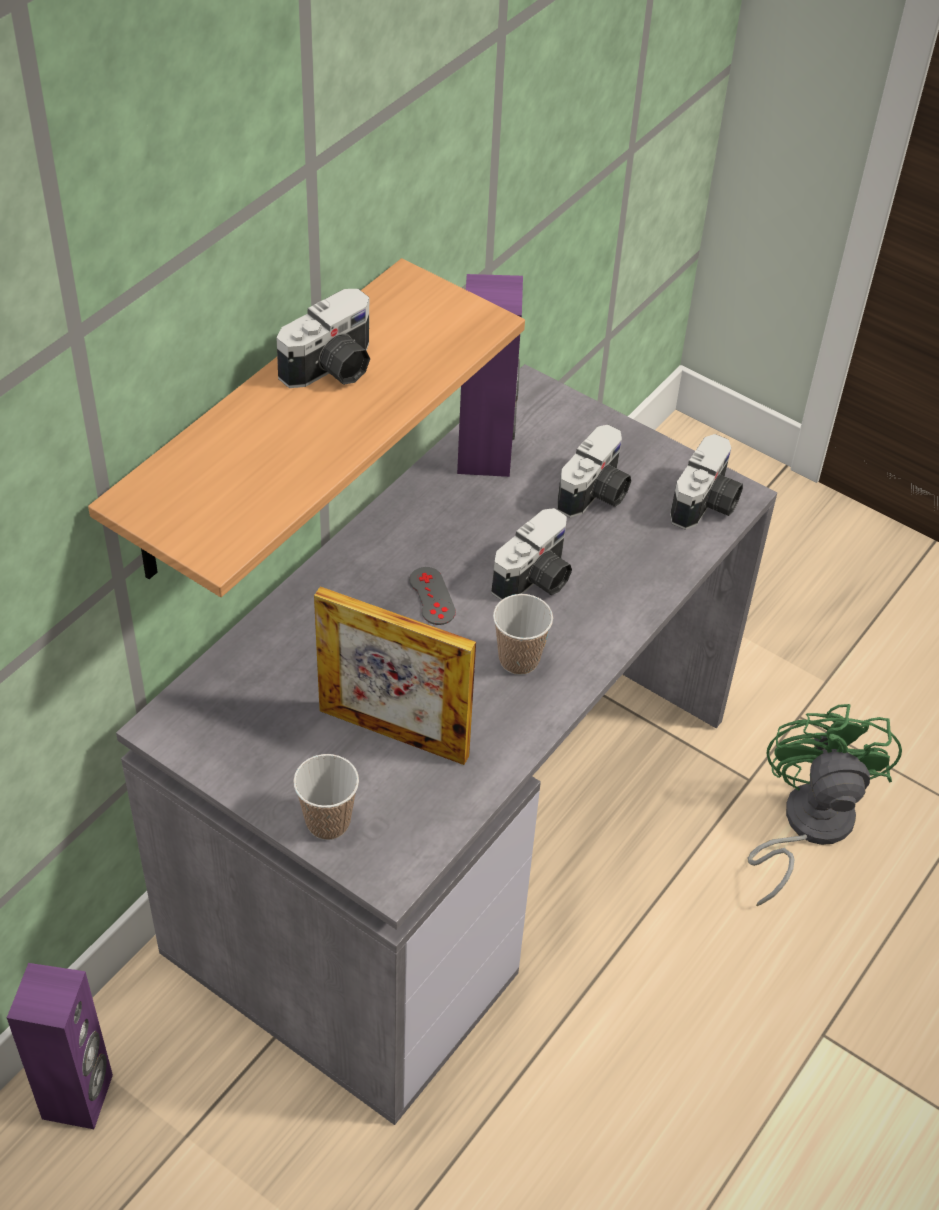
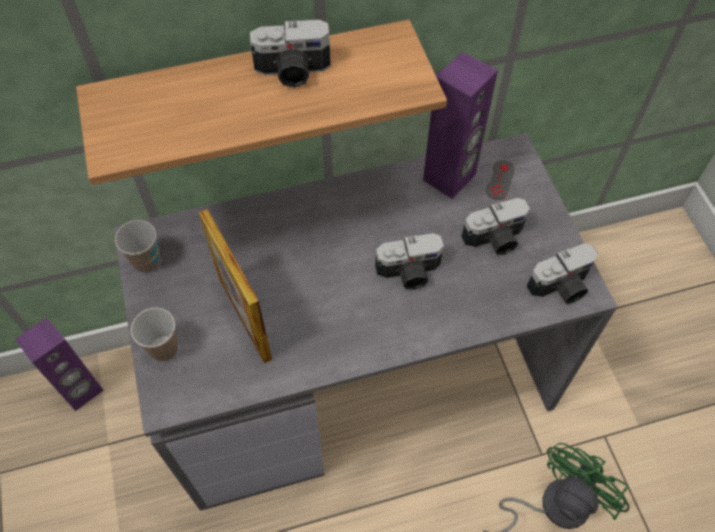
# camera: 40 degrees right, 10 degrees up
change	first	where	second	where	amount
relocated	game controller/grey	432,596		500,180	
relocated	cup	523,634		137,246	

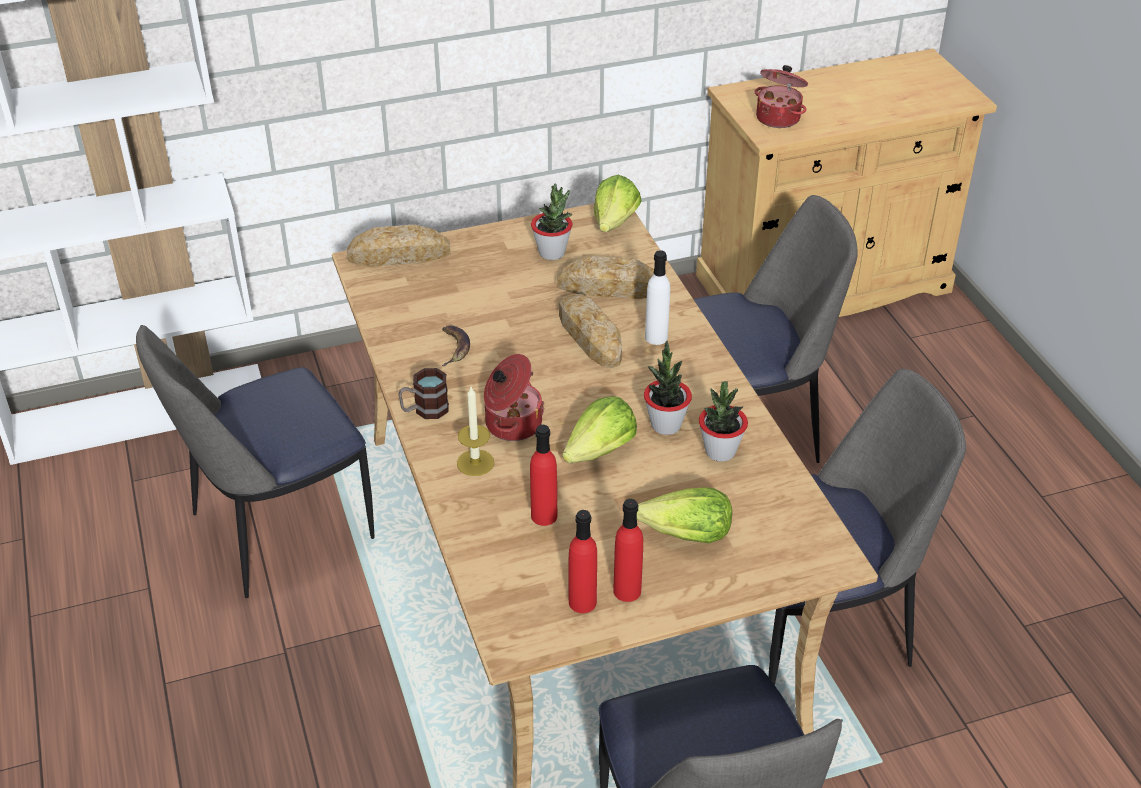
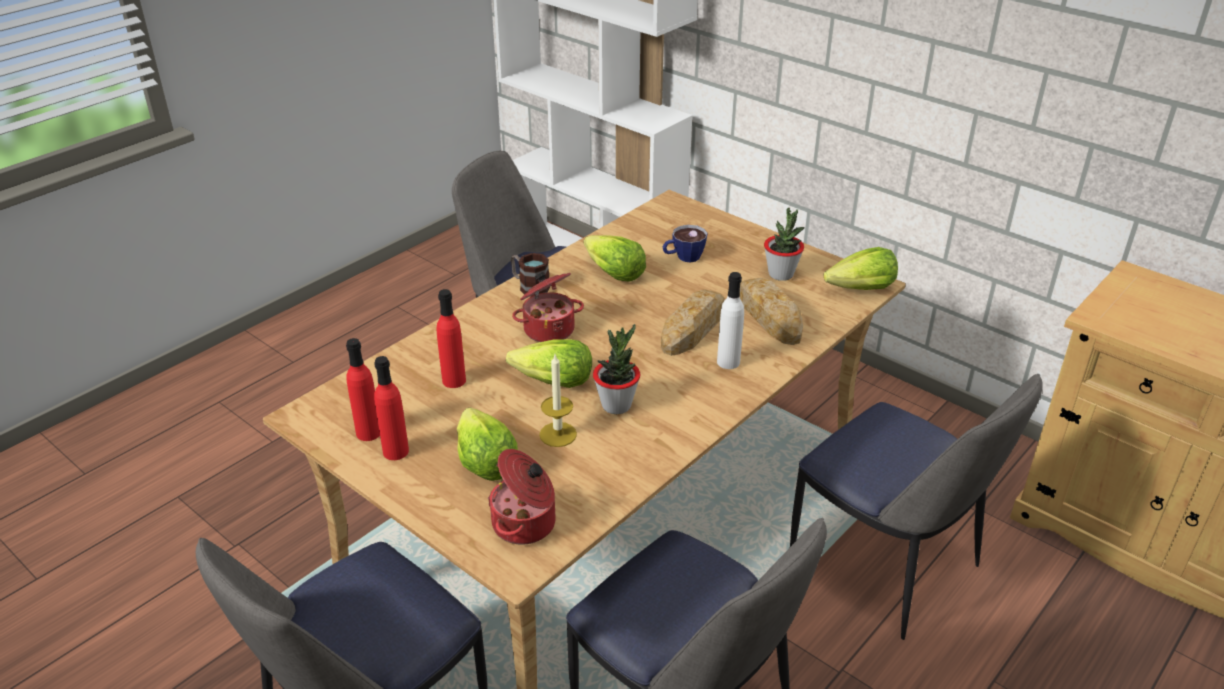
# camera: 60 degrees right, 5 degrees down
change	first	where	second	where	amount
missing	bread	399,245			
exchanged	banana	456,346	lettuce	615,258	
relocated	candle	475,431		558,401	
missing	potted plant	723,421			
relocated	cooking pot	781,96		522,497	
appeared			cup	685,243	

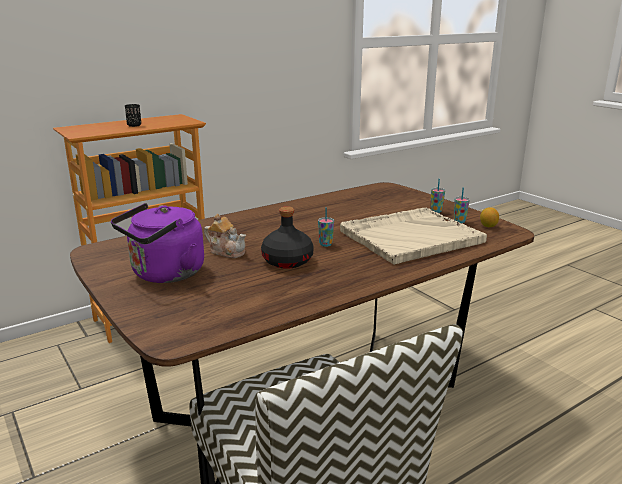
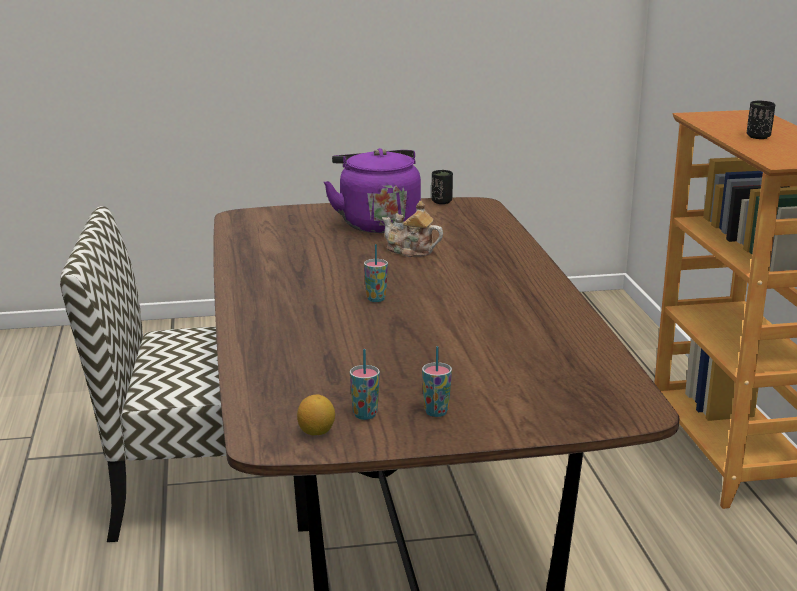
# camera: 115 degrees right, 0 degrees up
change	first	where	second	where	amount
spun	teapot	225,236		412,229	60 degrees clockwise
missing	bottle/black	287,237			
missing	tray/beige	413,236			
appeared			cup/black	442,187	

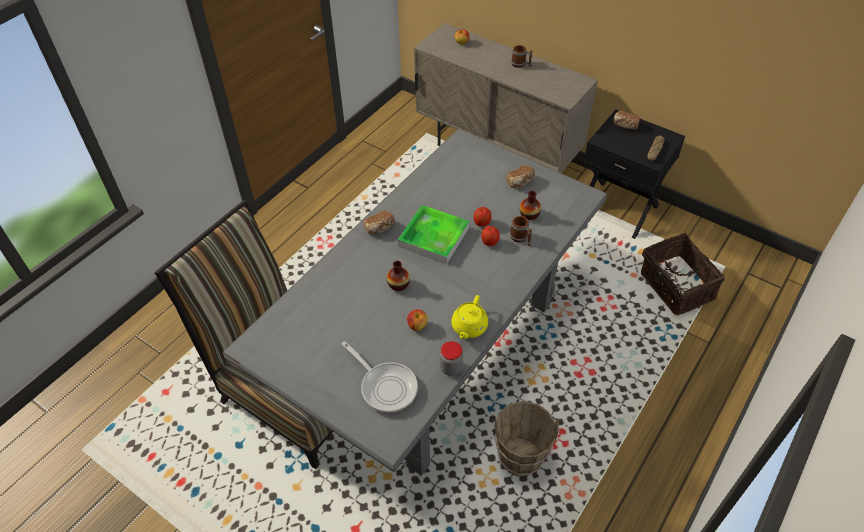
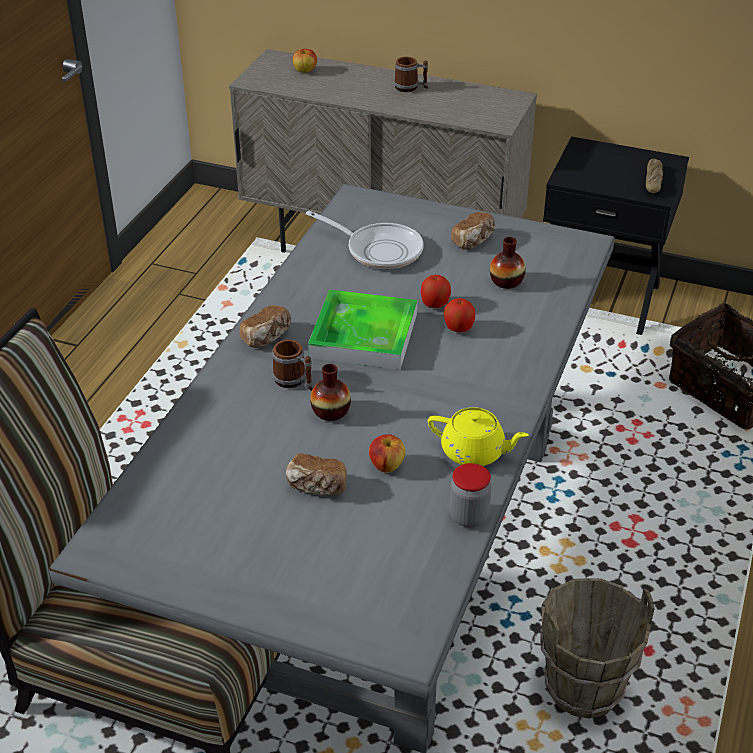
# camera: 15 degrees left, 10 degrees down
change	first	where	second	where	amount
relocated	frying pan	380,377		365,240	
spun	teapot/yellow	469,317		478,436	75 degrees counterclockwise
relocated	mug	521,231		292,365	
relocated	bread	627,119		316,474	

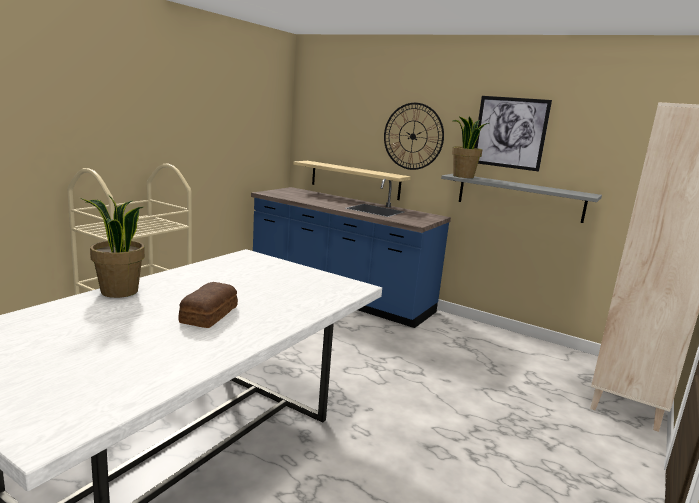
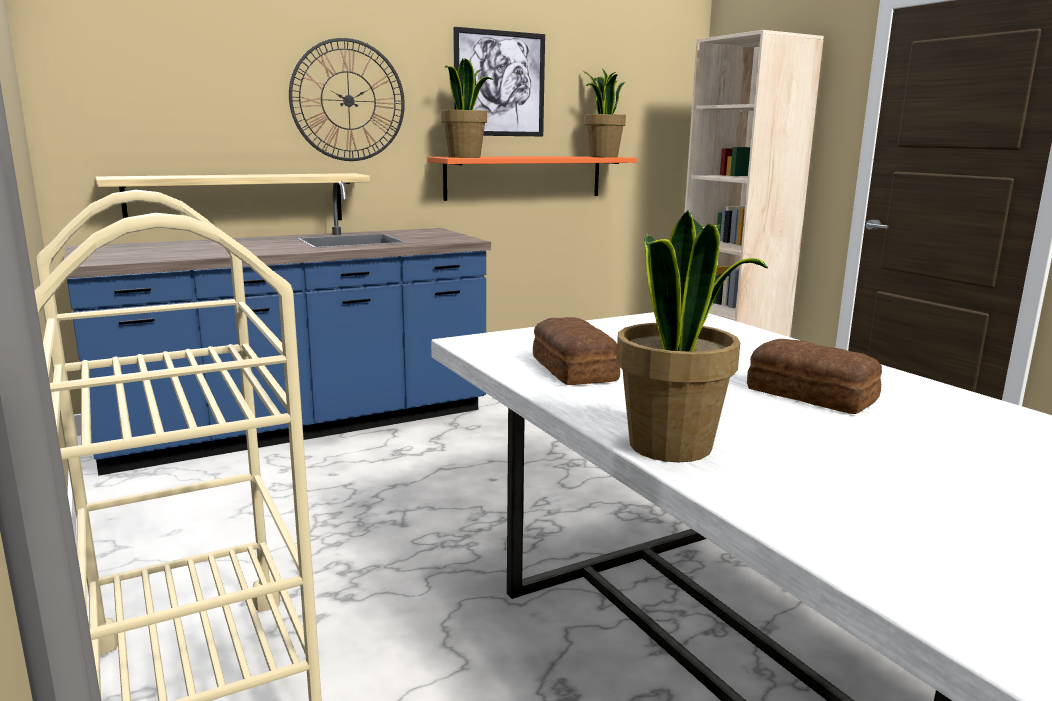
# camera: 60 degrees left, 0 degrees up
change	first	where	second	where	amount
colour	shelf/grey	521,198	shelf/orange	532,178	
appeared			bread	576,351	
appeared			potted plant	604,112	

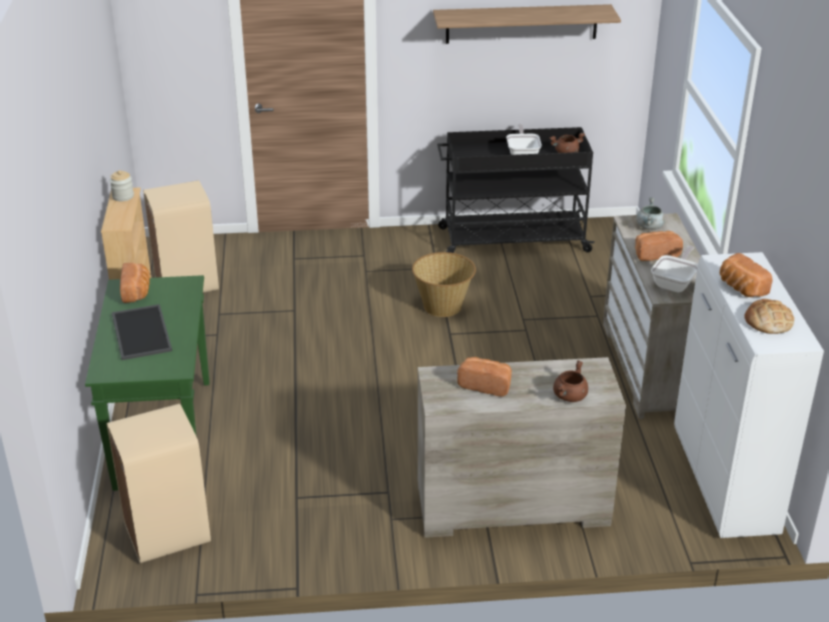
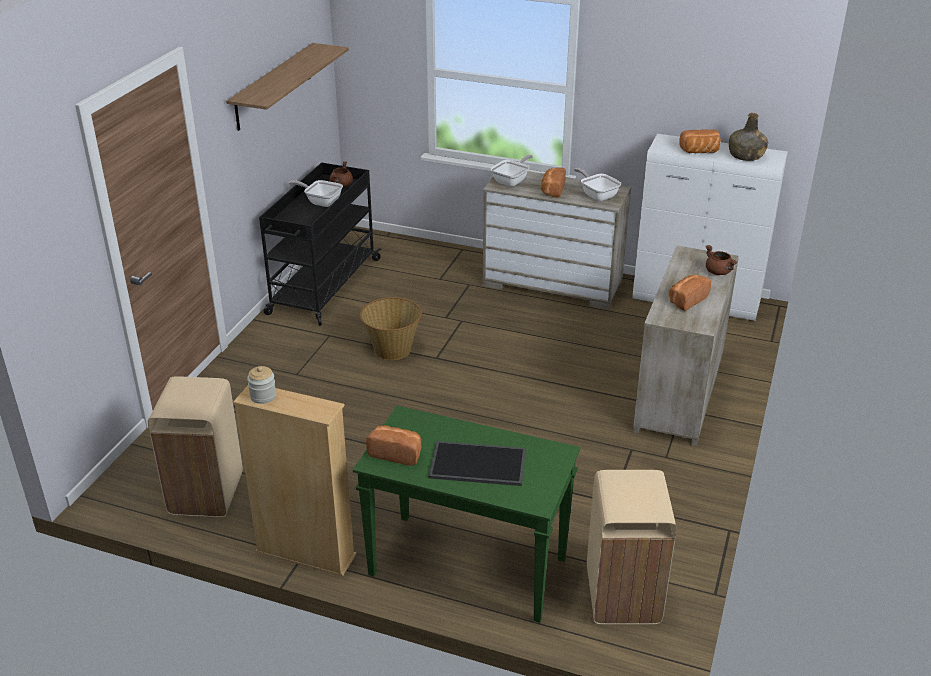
# camera: 65 degrees left, 0 degrees up
change	first	where	second	where	amount
exchanged	cooking pot/grey	650,213	frying pan	512,171	
exchanged	bread	769,316	bottle/green	748,137	

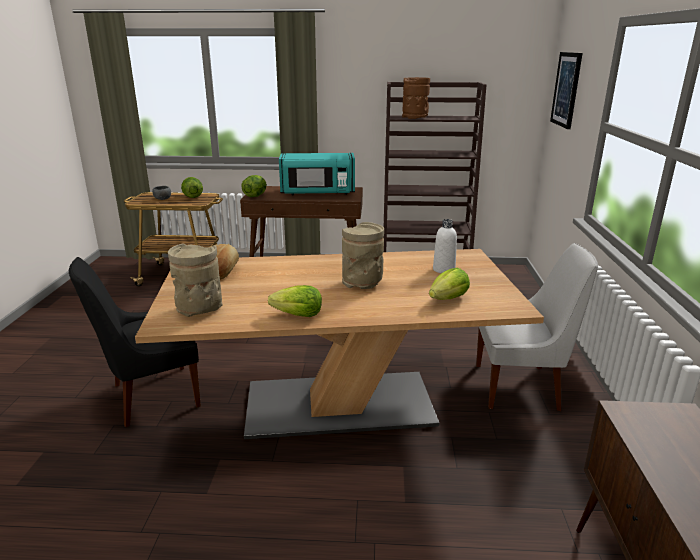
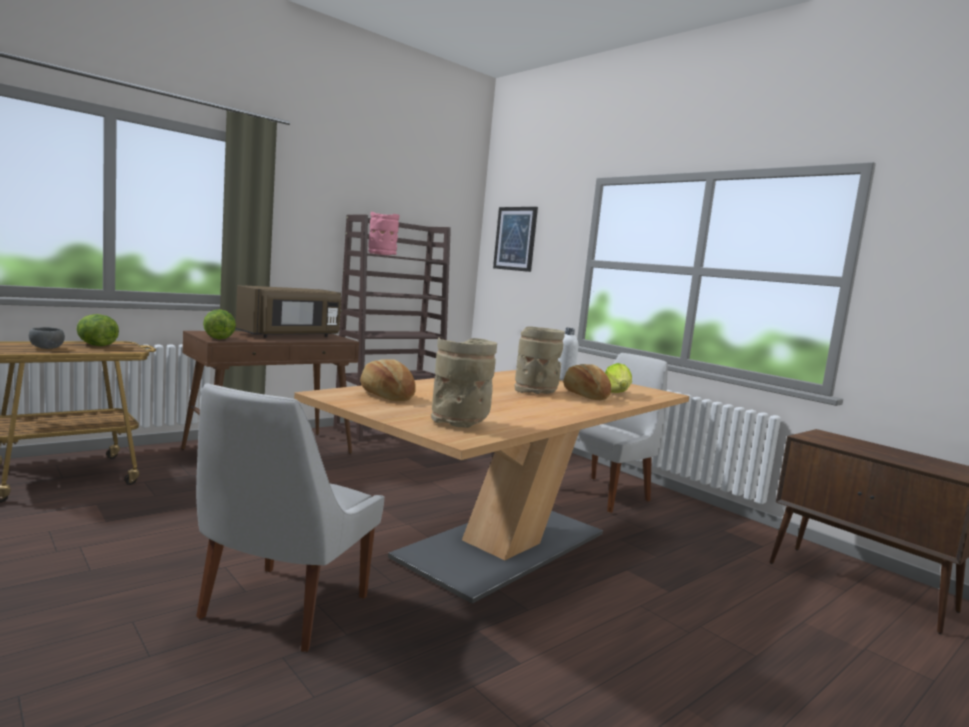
# camera: 45 degrees left, 15 degrees down
change	first	where	second	where	amount
colour	chair/black	135,342	chair/white	290,517	
missing	lettuce	295,301			
colour	microwave/turquoise	317,174	microwave/brown	288,311	
colour	vase/brown	416,98	vase/pink	383,233	
appeared			bread	587,382	

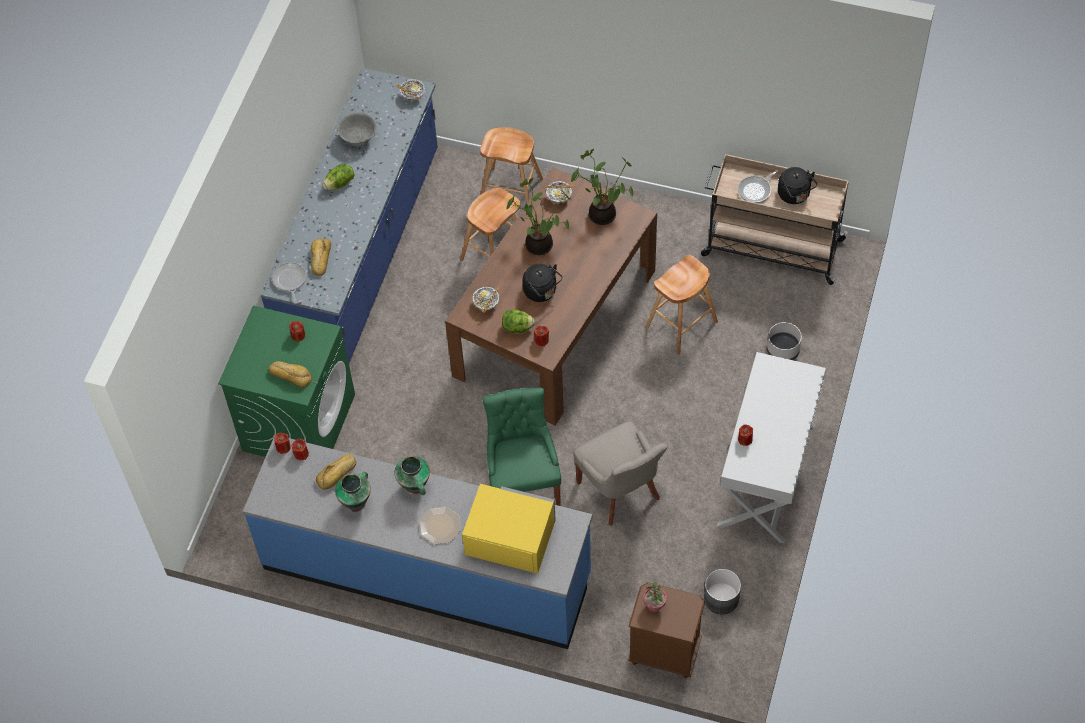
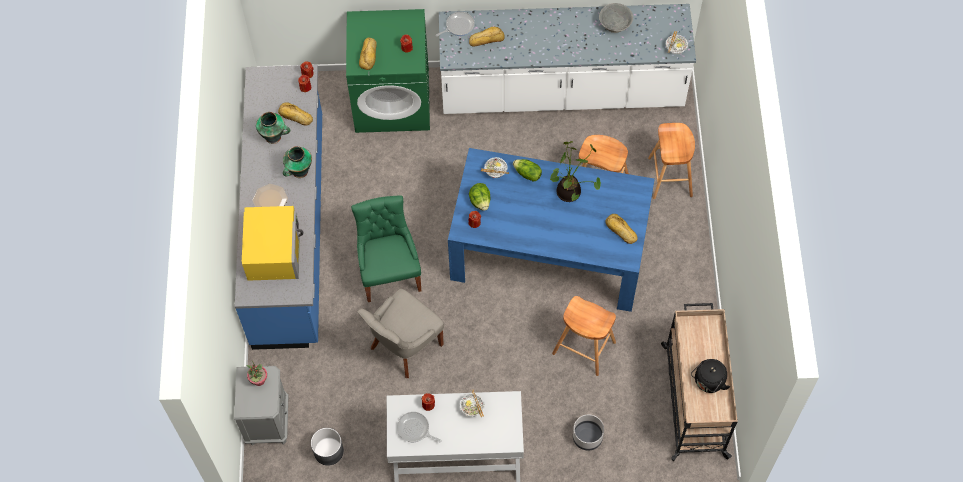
# camera: 70 degrees right, 5 degrees up
change	first	where	second	where	amount
colour	counter/blue	349,215	counter/white	567,59	
relocated	lettuce	338,177		527,170	
colour	dining table/brown	551,296	dining table/blue	551,230	
spun	chair/green	521,447		386,248	75 degrees counterclockwise
missing	kettle/black	542,283			
relocated	bowl	559,192		472,403	
exchanged	potted plant	602,187	bread	621,229	
colour	nightstand/brown	666,630	nightstand/grey	261,406	
relocated	frying pan	758,186		419,427	

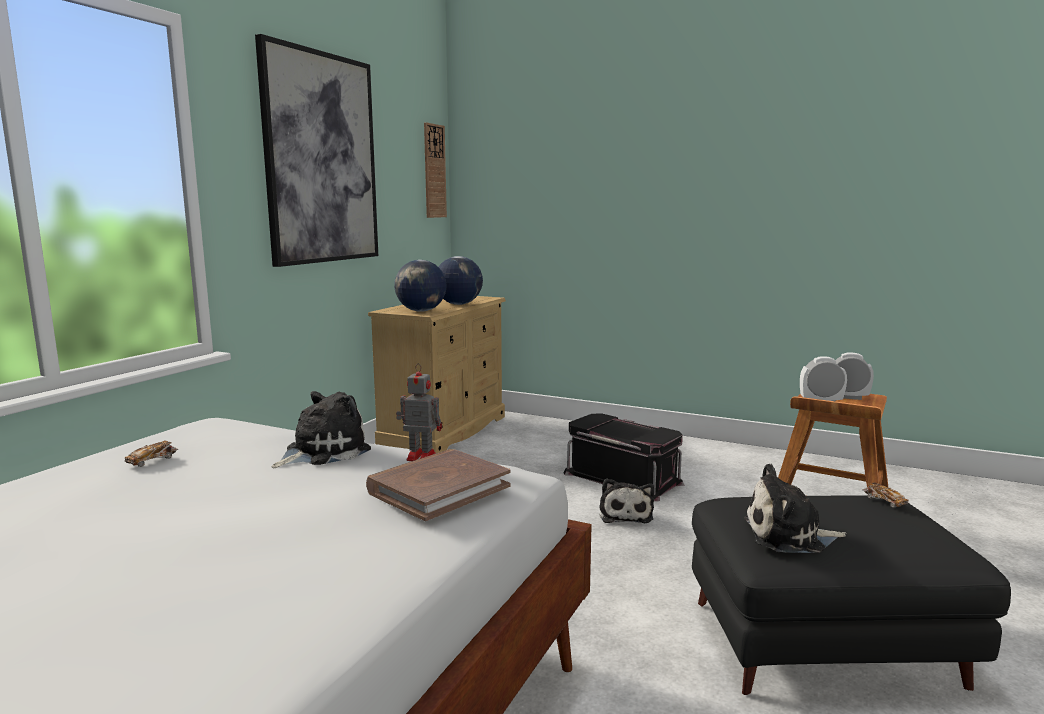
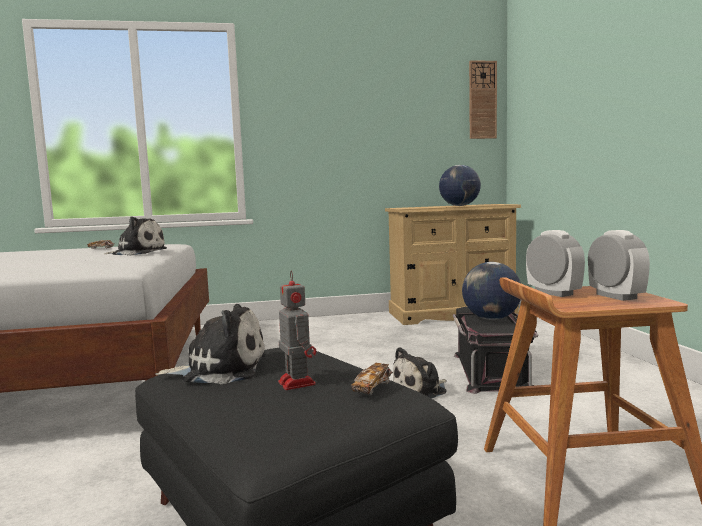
# camera: 55 degrees right, 5 degrees down
change	first	where	second	where	amount
missing	picture	316,150			
missing	book/brown	438,485			
relocated	globe	420,286		491,291	
relocated	toy robot	419,412		297,330	
spun	plush toy	795,508		211,344	120 degrees clockwise

